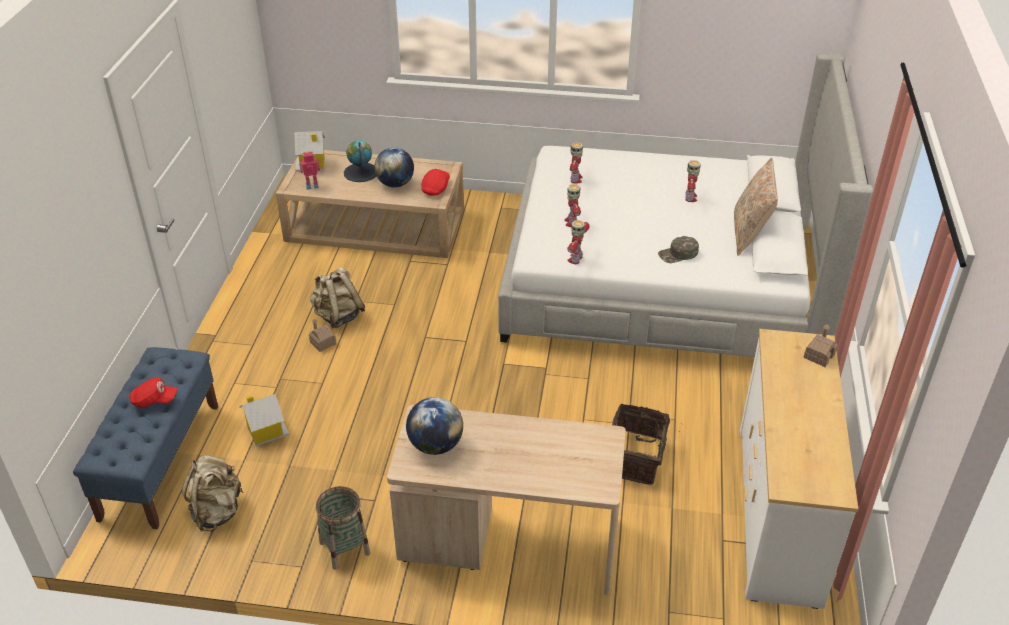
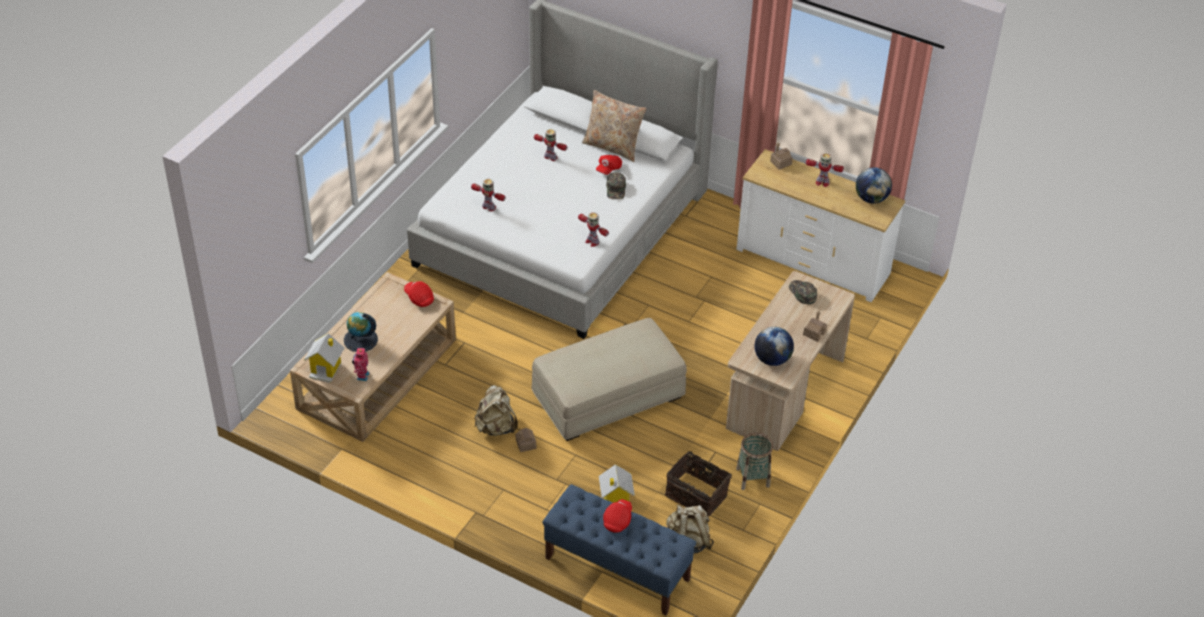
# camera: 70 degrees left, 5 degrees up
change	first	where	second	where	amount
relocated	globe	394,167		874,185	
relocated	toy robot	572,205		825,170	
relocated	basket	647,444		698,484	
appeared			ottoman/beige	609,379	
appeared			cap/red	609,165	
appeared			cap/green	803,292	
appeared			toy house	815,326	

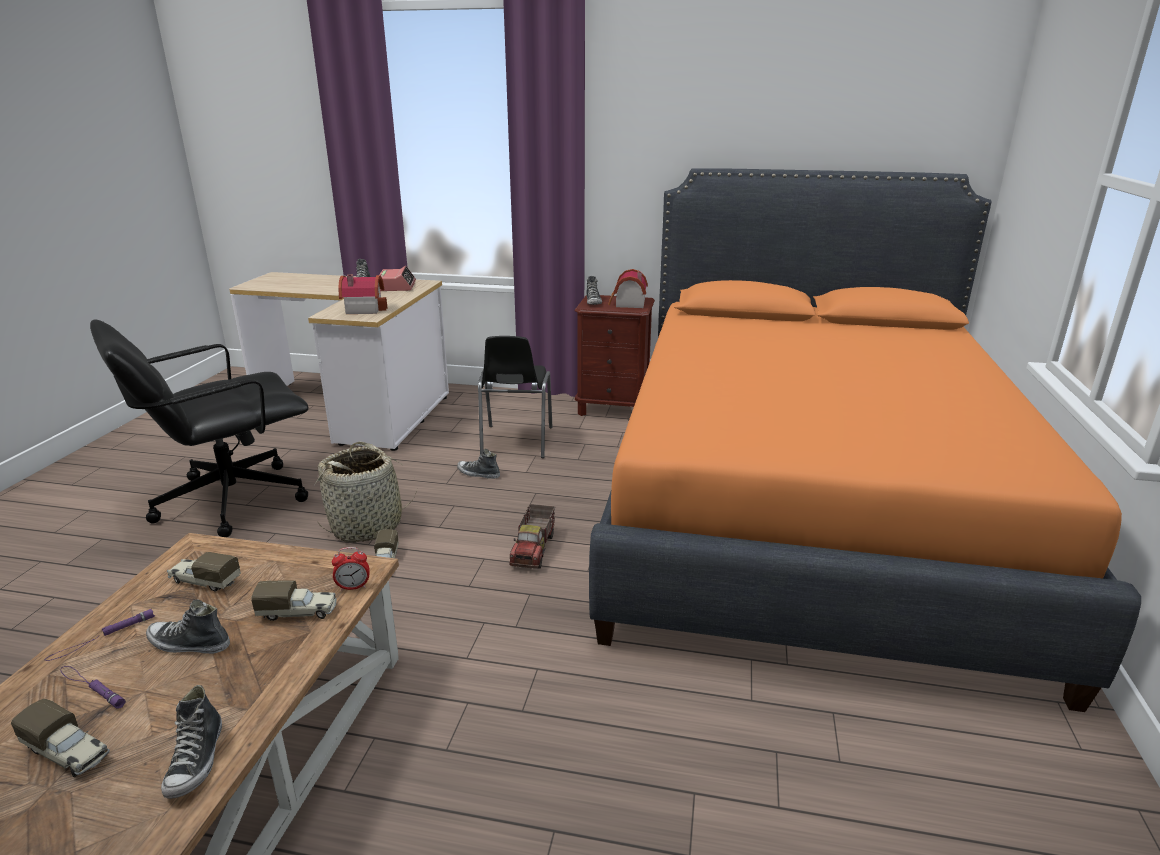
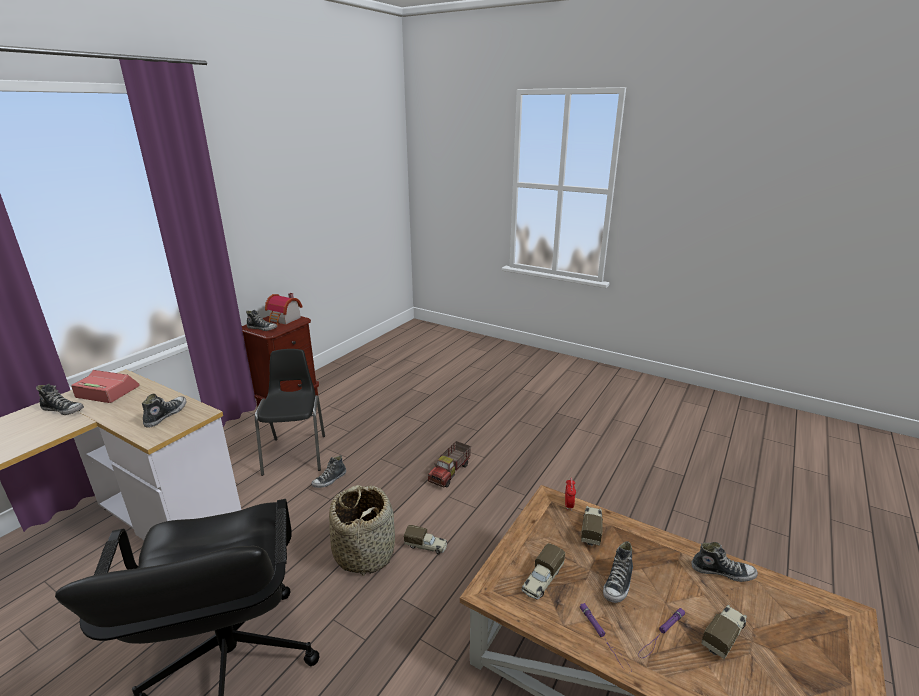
# camera: 70 degrees left, 0 degrees up
change	first	where	second	where	amount
exchanged	toy house	363,294	shoe	164,411	
spun	chair/black	515,397		290,412	120 degrees counterclockwise
spun	toy truck	532,536		449,464	90 degrees clockwise
missing	bed/orange	865,440			

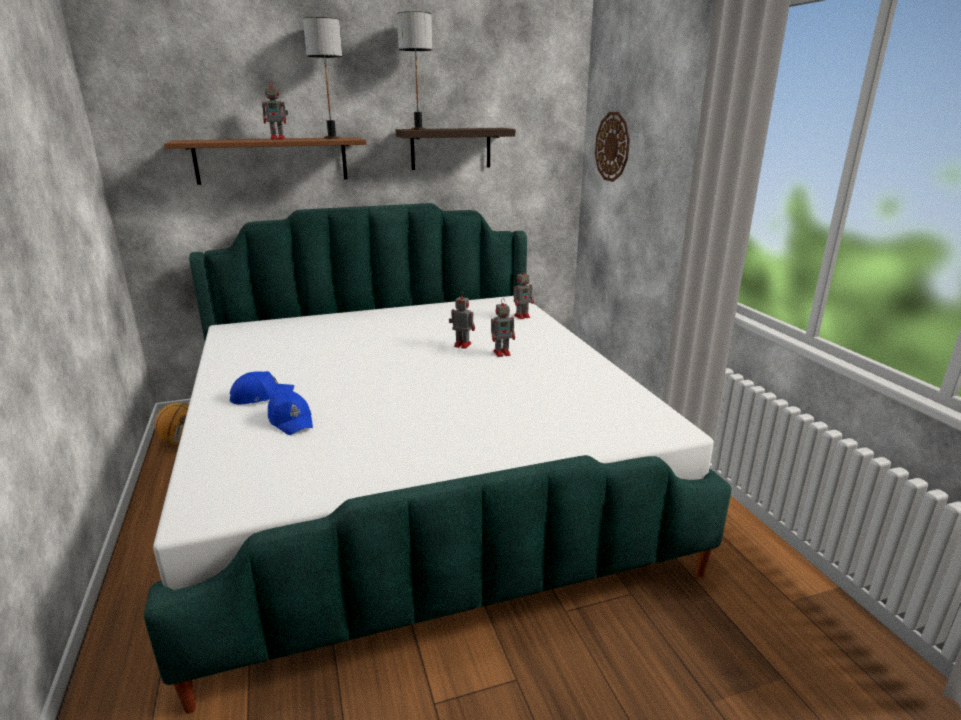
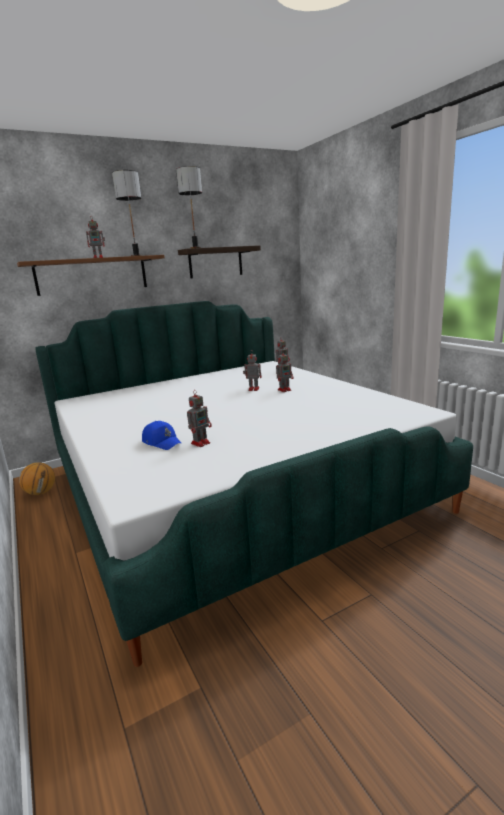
# camera: 10 degrees left, 5 degrees down
change	first	where	second	where	amount
missing	cap/blue	262,388			
missing	wall clock	612,147			
appeared			toy robot	199,418	

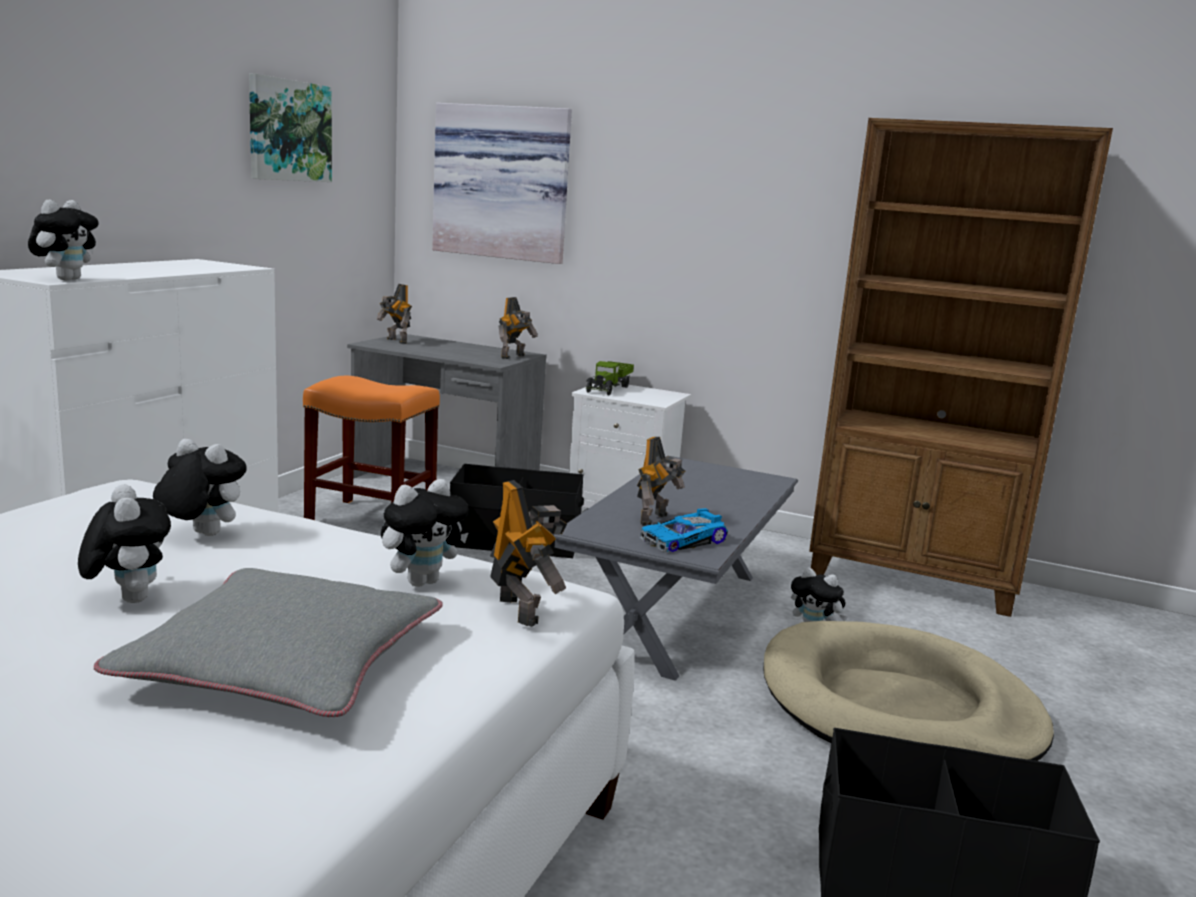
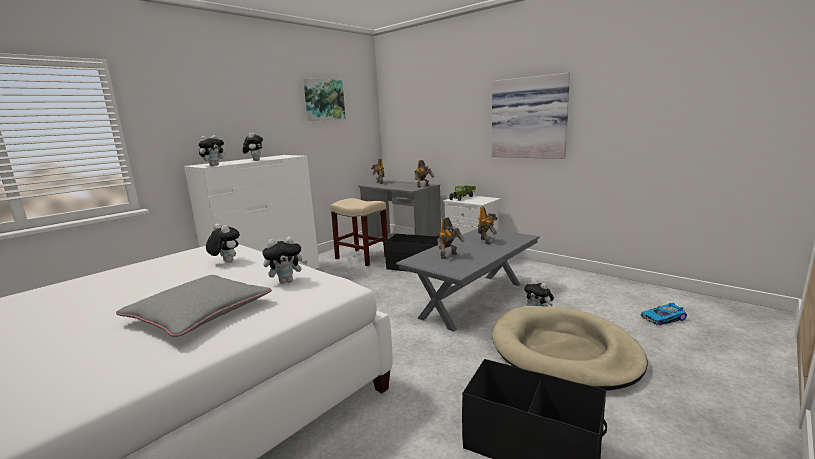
# camera: 20 degrees right, 0 degrees up
change	first	where	second	where	amount
relocated	plush toy	124,543		253,147	
colour	stool/orange	371,448	stool/beige	359,232	
relocated	picture	502,183		531,116	
relocated	toy robot	528,553		488,225	
relocated	toy car	684,530		663,314	
missing	bookcase/brown	961,367			

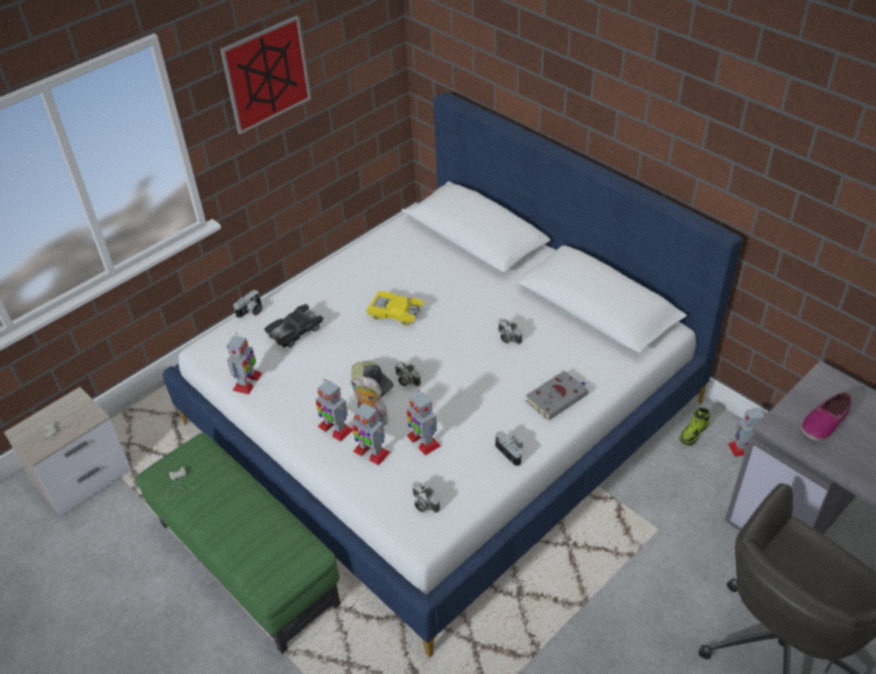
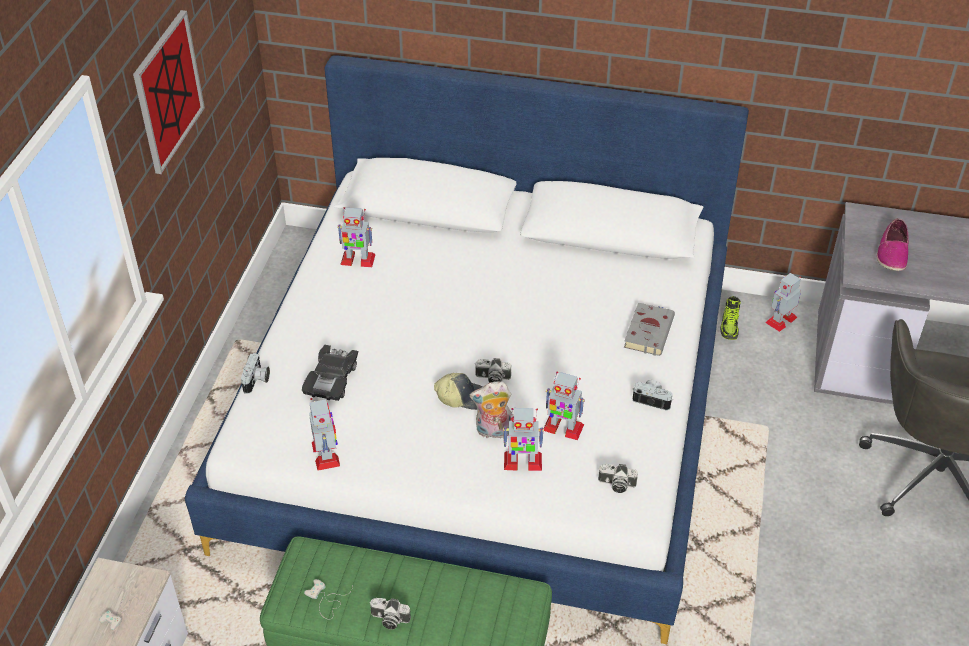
# camera: 35 degrees left, 0 degrees up
change	first	where	second	where	amount
relocated	toy robot	334,410		356,237	
missing	toy car/yellow	395,308			
relocated	photo camera	510,331		390,613	

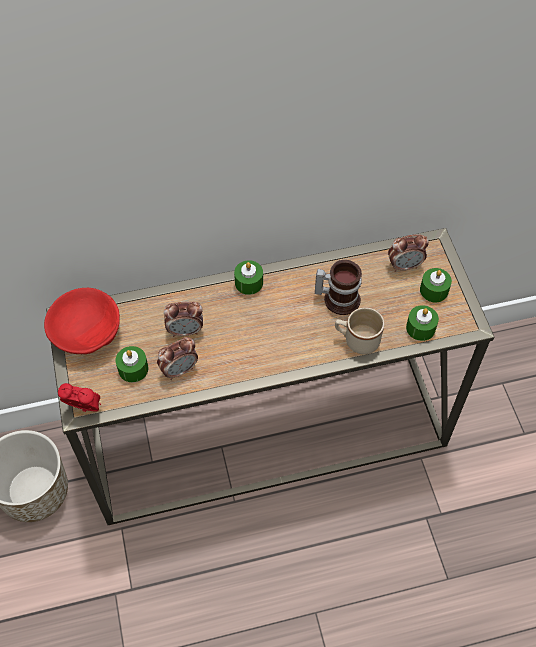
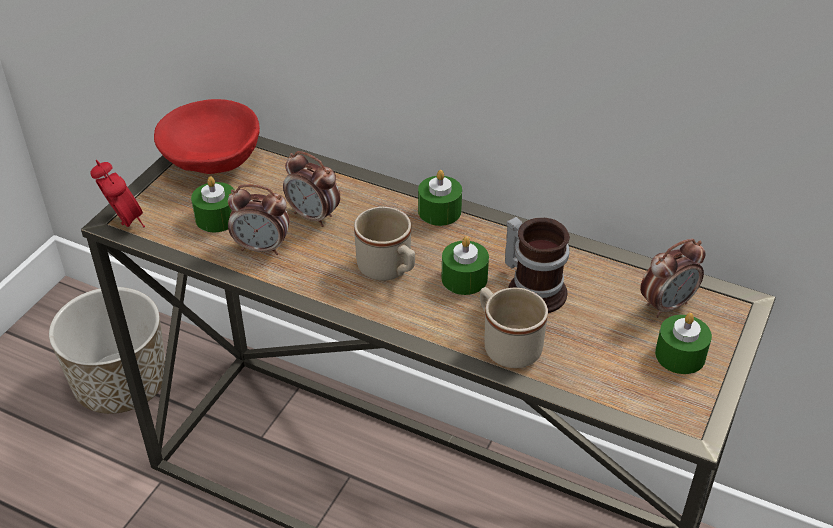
# camera: 40 degrees right, 15 degrees down
change	first	where	second	where	amount
spun	alarm clock	408,253		673,278	60 degrees counterclockwise
relocated	candle/green	422,323		465,265	
appeared			mug/beige	384,244	

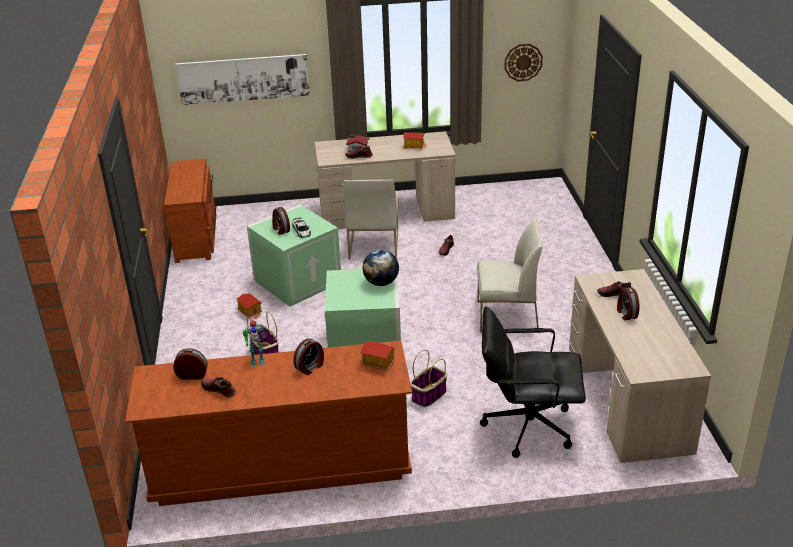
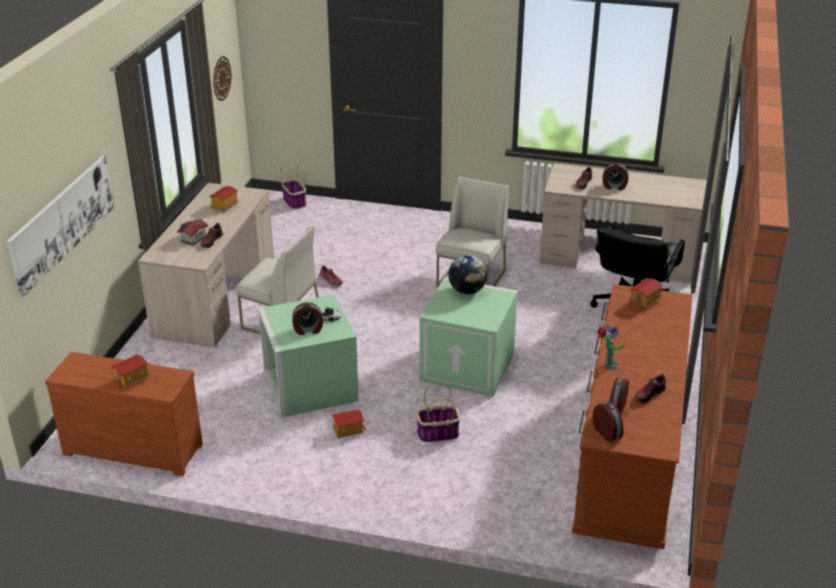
# camera: 70 degrees left, 0 degrees up
change	first	where	second	where	amount
relocated	alarm clock	308,357		608,422	
relocated	basket	428,378		293,187	
appeared			toy house	130,372	

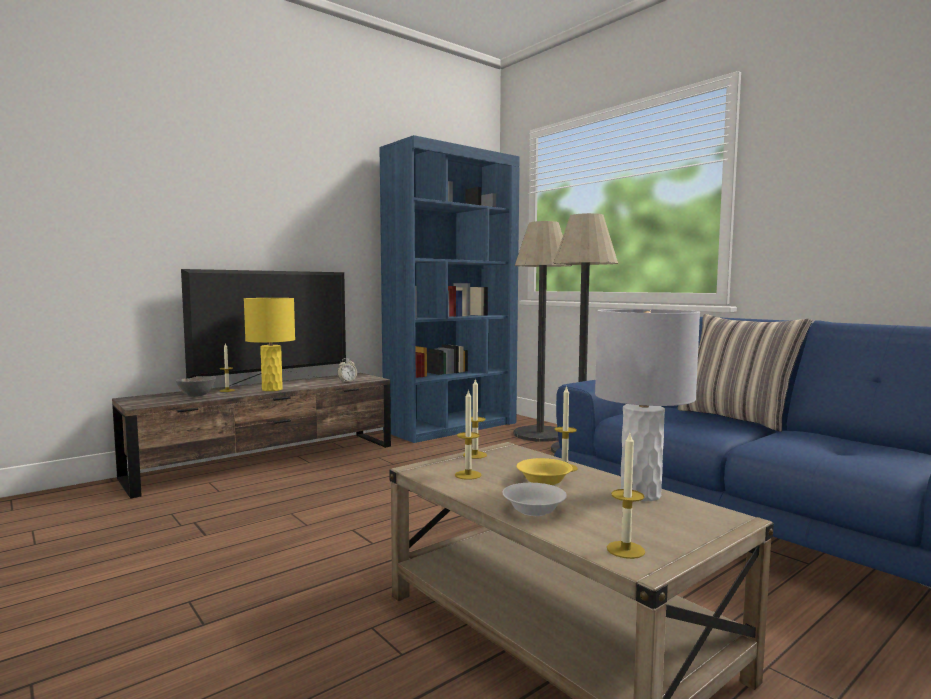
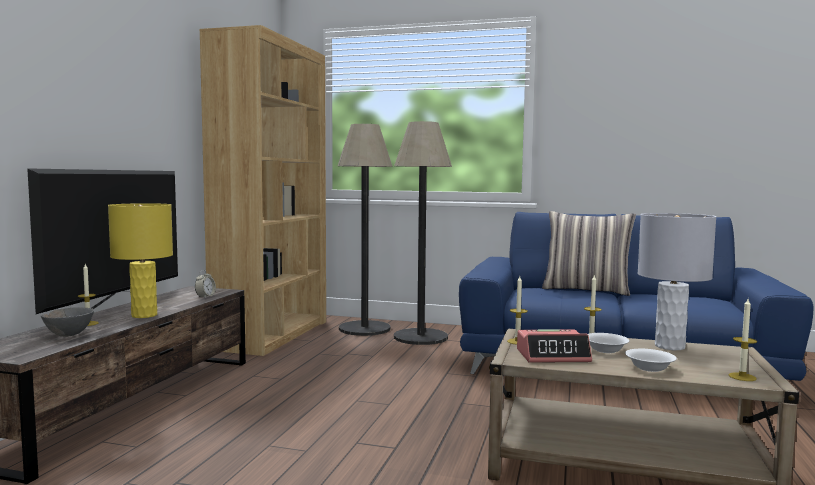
# camera: 35 degrees left, 0 degrees up
change	first	where	second	where	amount
colour	bookcase/blue	449,289	bookcase/brown	262,190	
exchanged	candle	468,434	alarm clock	554,346	
colour	bowl/yellow	544,471	bowl/white	608,343	

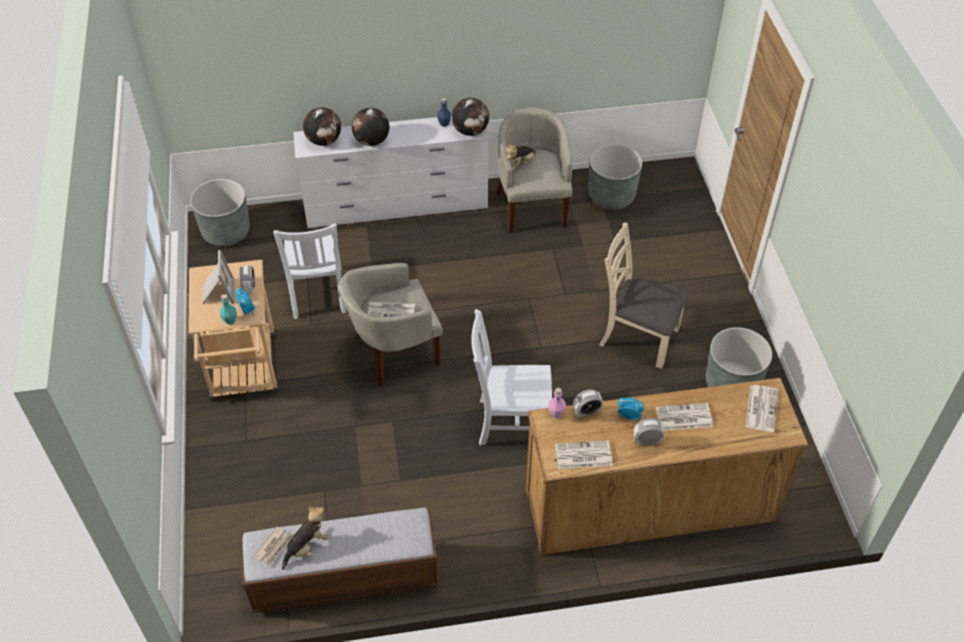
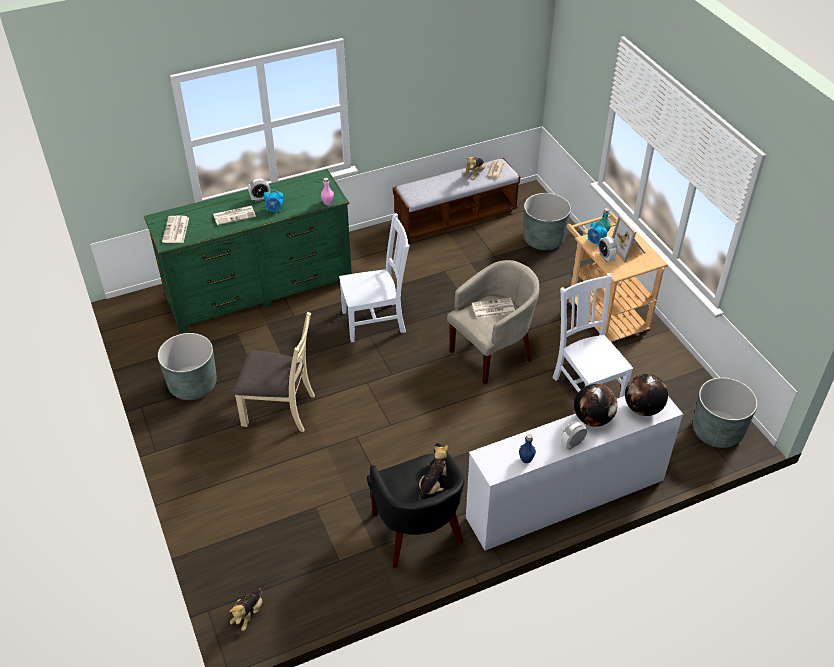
# camera: 165 degrees right, 5 degrees down
change	first	where	second	where	amount
missing	globe	470,117			
colour	armchair/beige	534,170	armchair/black	415,505	
colour	dresser/brown	667,466	dresser/green	248,251	
missing	newspaper	584,454			
relocated	alarm clock	588,403		574,435	
relocated	planter/grey	615,177		547,221	
appeared			plush toy	246,609	

